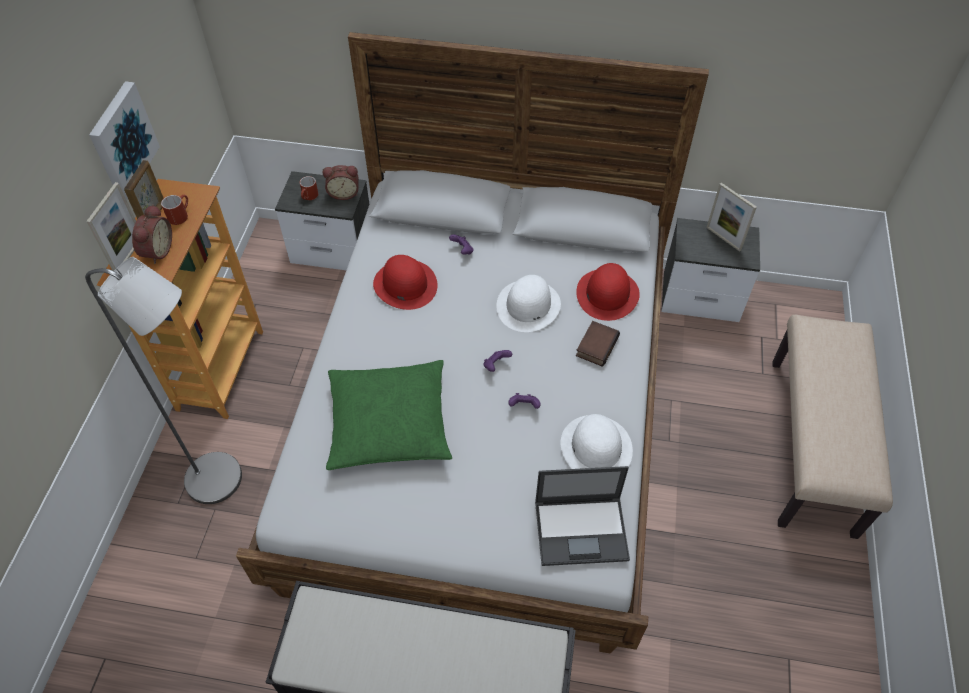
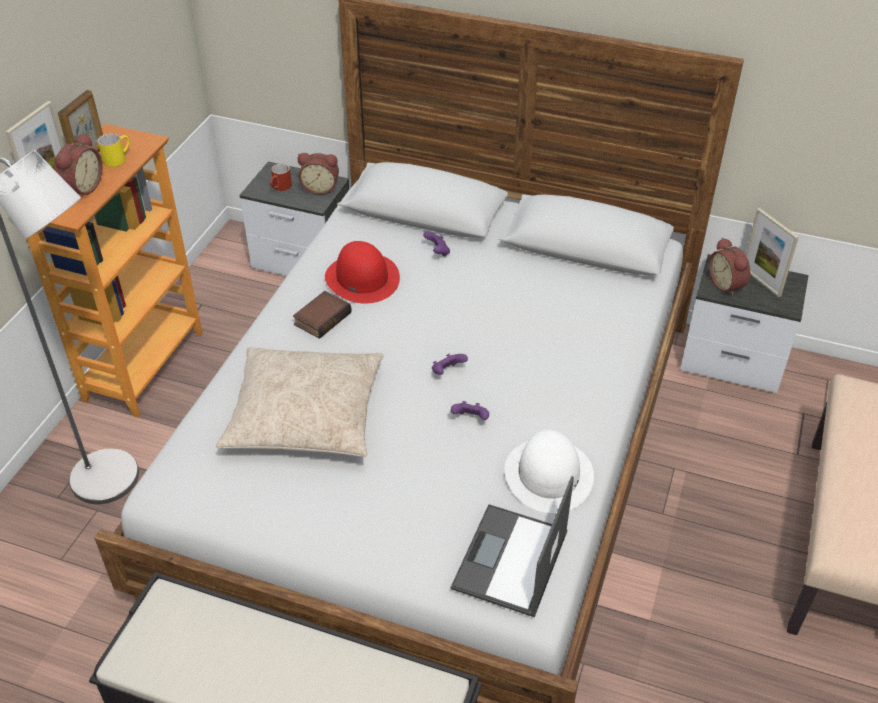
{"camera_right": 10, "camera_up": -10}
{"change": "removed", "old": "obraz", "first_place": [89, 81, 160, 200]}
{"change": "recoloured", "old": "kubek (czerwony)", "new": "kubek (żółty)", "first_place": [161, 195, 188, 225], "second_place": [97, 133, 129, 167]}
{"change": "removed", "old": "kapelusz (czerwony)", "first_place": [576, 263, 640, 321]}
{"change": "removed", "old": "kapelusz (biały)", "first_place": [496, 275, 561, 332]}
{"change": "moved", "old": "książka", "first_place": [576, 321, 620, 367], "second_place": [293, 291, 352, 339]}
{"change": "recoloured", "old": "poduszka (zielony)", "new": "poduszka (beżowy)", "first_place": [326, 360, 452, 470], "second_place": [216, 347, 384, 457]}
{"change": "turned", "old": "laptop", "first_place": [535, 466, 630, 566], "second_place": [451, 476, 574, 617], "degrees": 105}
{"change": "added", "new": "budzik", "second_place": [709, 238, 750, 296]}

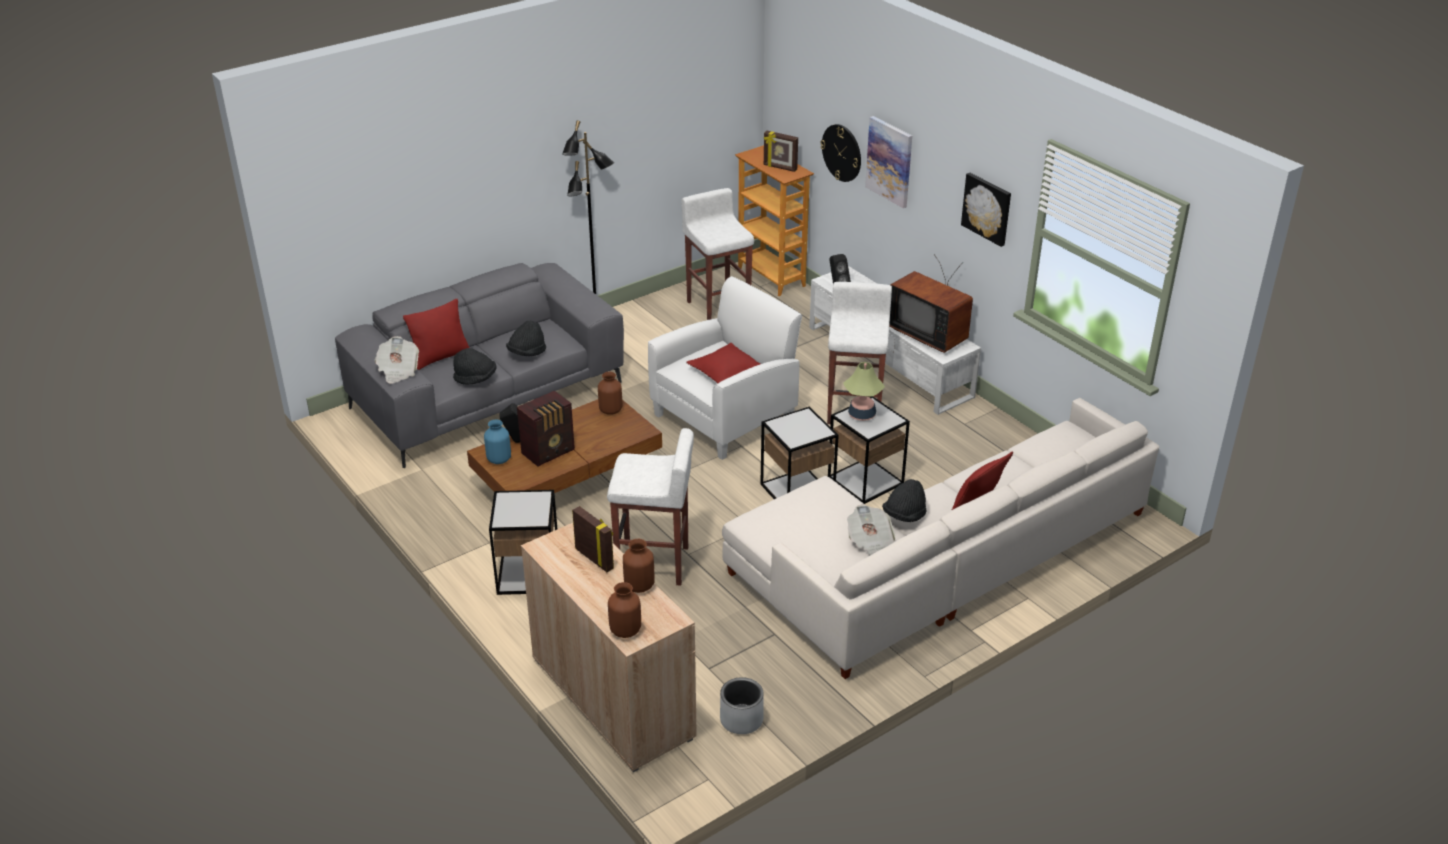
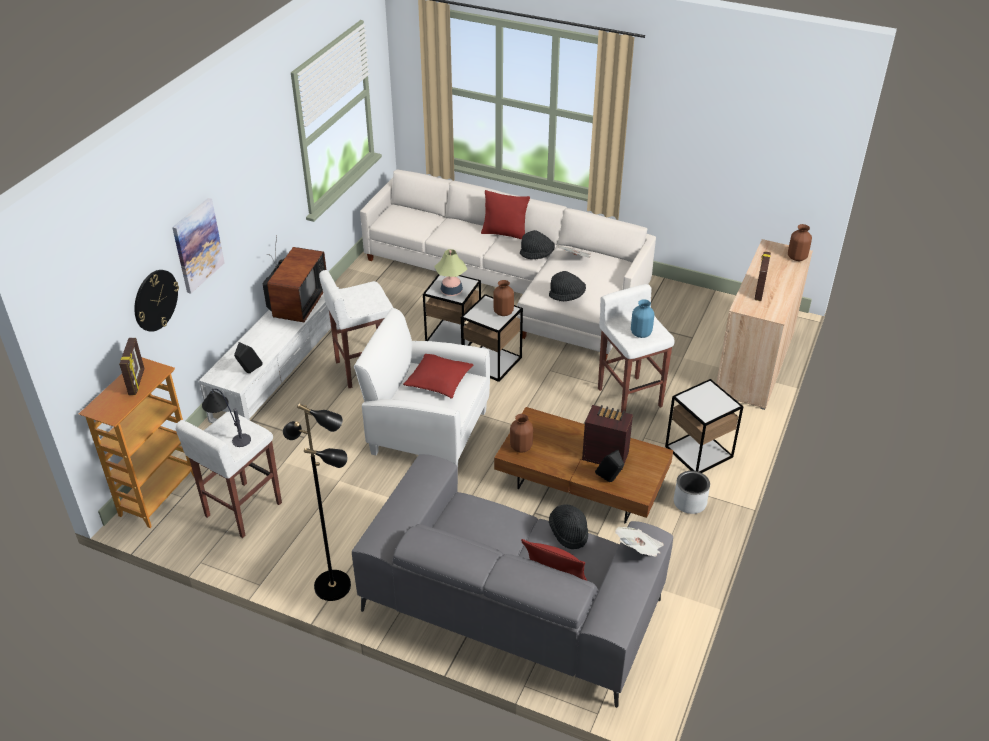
{"camera_right": -120, "camera_up": 5}
{"change": "removed", "old": "obraz", "first_place": [961, 173, 1011, 247]}
{"change": "moved", "old": "kapelusz (czarny)", "first_place": [506, 320, 546, 356], "second_place": [549, 271, 586, 301]}
{"change": "moved", "old": "wazon (niebieski)", "first_place": [484, 419, 511, 464], "second_place": [631, 299, 654, 338]}
{"change": "moved", "old": "wazon (brązowy)", "first_place": [623, 539, 655, 593], "second_place": [493, 280, 514, 316]}
{"change": "moved", "old": "donica (szary)", "first_place": [720, 677, 764, 734], "second_place": [674, 471, 710, 514]}
{"change": "added", "new": "lampa stołowa", "second_place": [202, 389, 251, 447]}

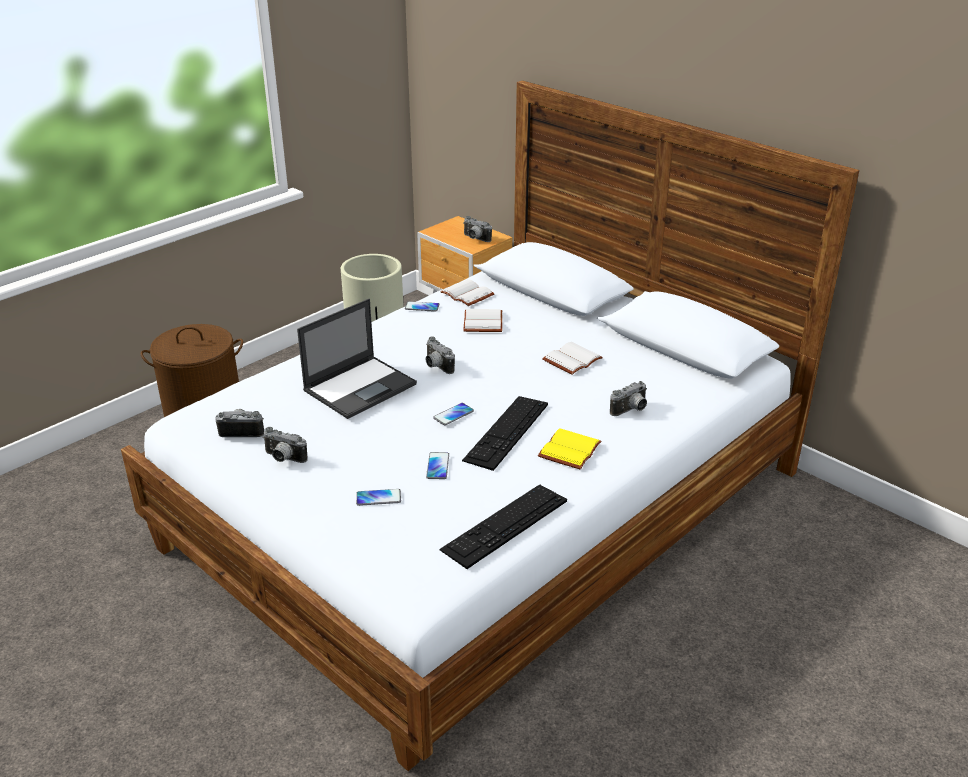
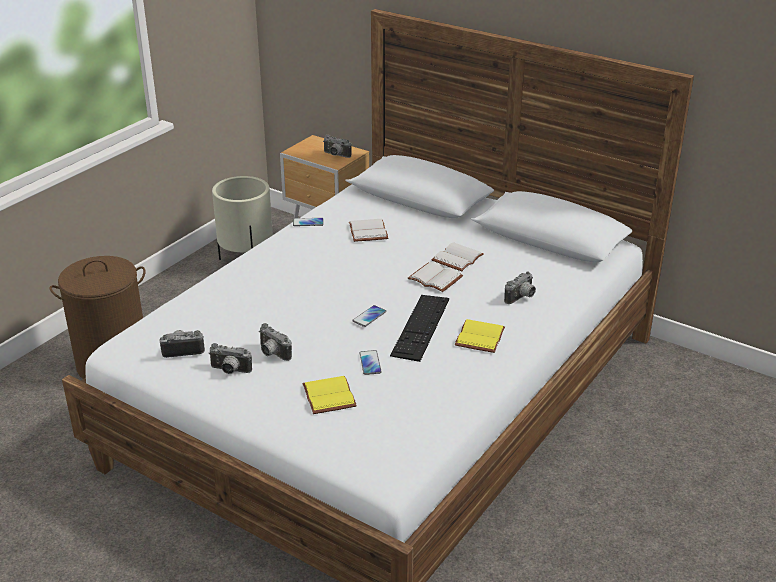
{"camera_right": -10, "camera_up": 0}
{"change": "moved", "old": "książka (biały)", "first_place": [440, 279, 494, 306], "second_place": [408, 262, 463, 292]}
{"change": "removed", "old": "laptop", "first_place": [297, 299, 417, 419]}
{"change": "moved", "old": "aparat fotograficzny", "first_place": [426, 336, 455, 374], "second_place": [259, 323, 292, 361]}
{"change": "removed", "old": "klawiatura", "first_place": [439, 484, 567, 569]}
{"change": "replaced", "old": "telefon", "new": "książka (żółty)", "first_place": [356, 489, 401, 506], "second_place": [302, 376, 357, 414]}

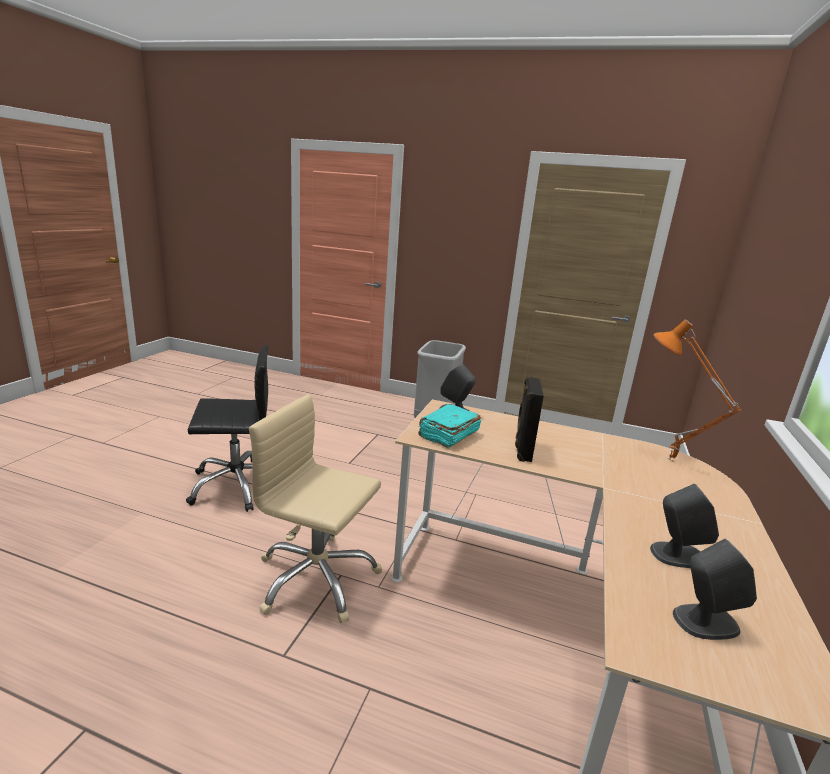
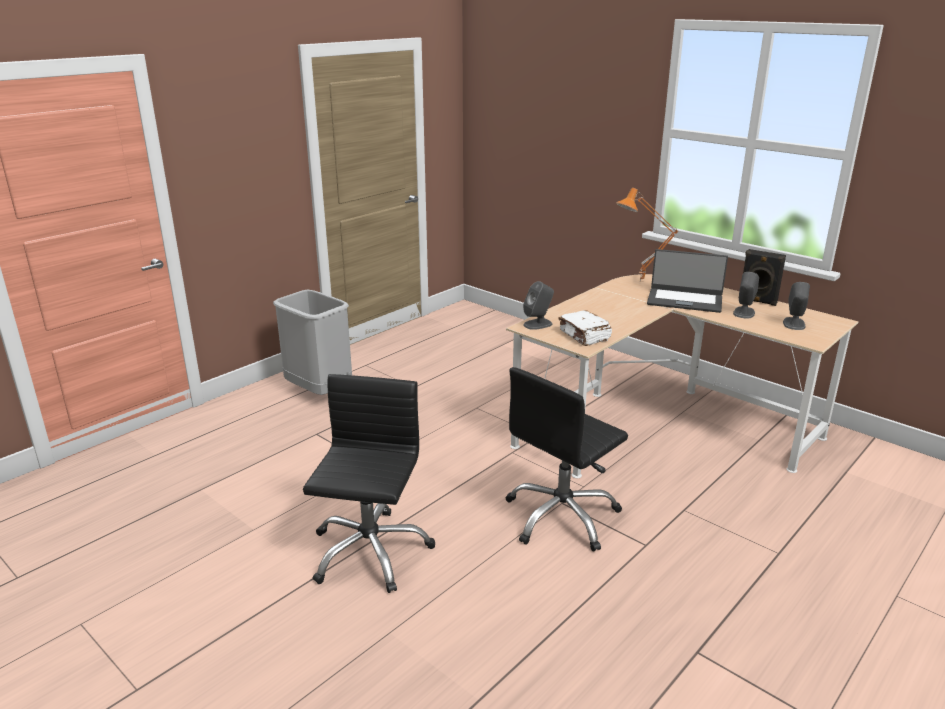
{"camera_right": -65, "camera_up": 5}
{"change": "moved", "old": "głośnik (czarny)", "first_place": [515, 376, 544, 462], "second_place": [738, 249, 786, 306]}
{"change": "recoloured", "old": "krzesło biurowe (beżowy)", "new": "krzesło biurowe (czarny)", "first_place": [249, 394, 382, 623], "second_place": [506, 367, 628, 552]}
{"change": "recoloured", "old": "książka (turkusowy)", "new": "książka (biały)", "first_place": [418, 404, 481, 448], "second_place": [559, 310, 612, 346]}
{"change": "added", "new": "laptop", "second_place": [647, 249, 728, 313]}

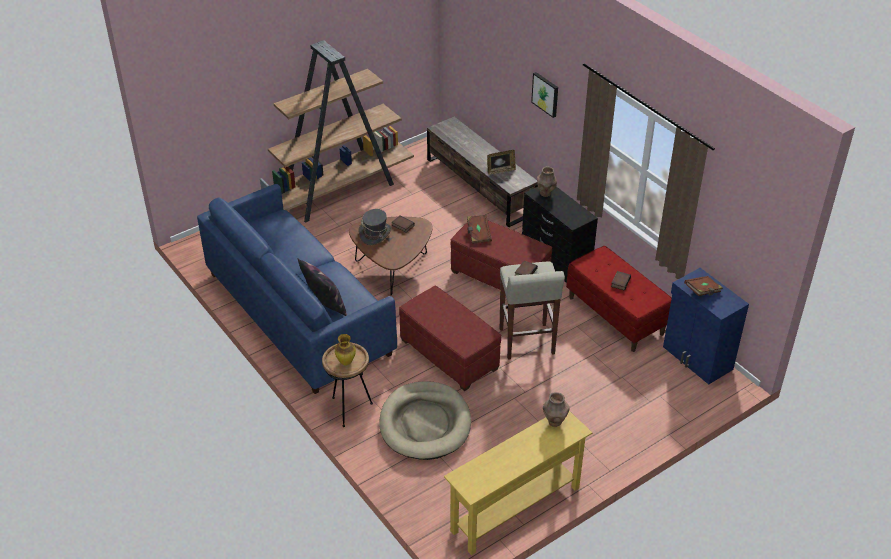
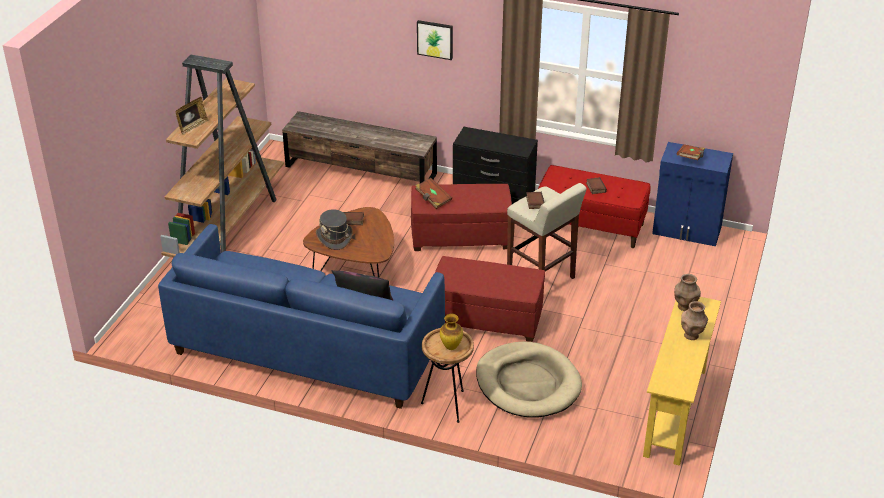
{"camera_right": -35, "camera_up": -5}
{"change": "moved", "old": "ramka na zdjęcie", "first_place": [487, 150, 516, 174], "second_place": [175, 97, 209, 135]}
{"change": "moved", "old": "wazon (brązowy)", "first_place": [537, 167, 557, 197], "second_place": [681, 301, 708, 340]}

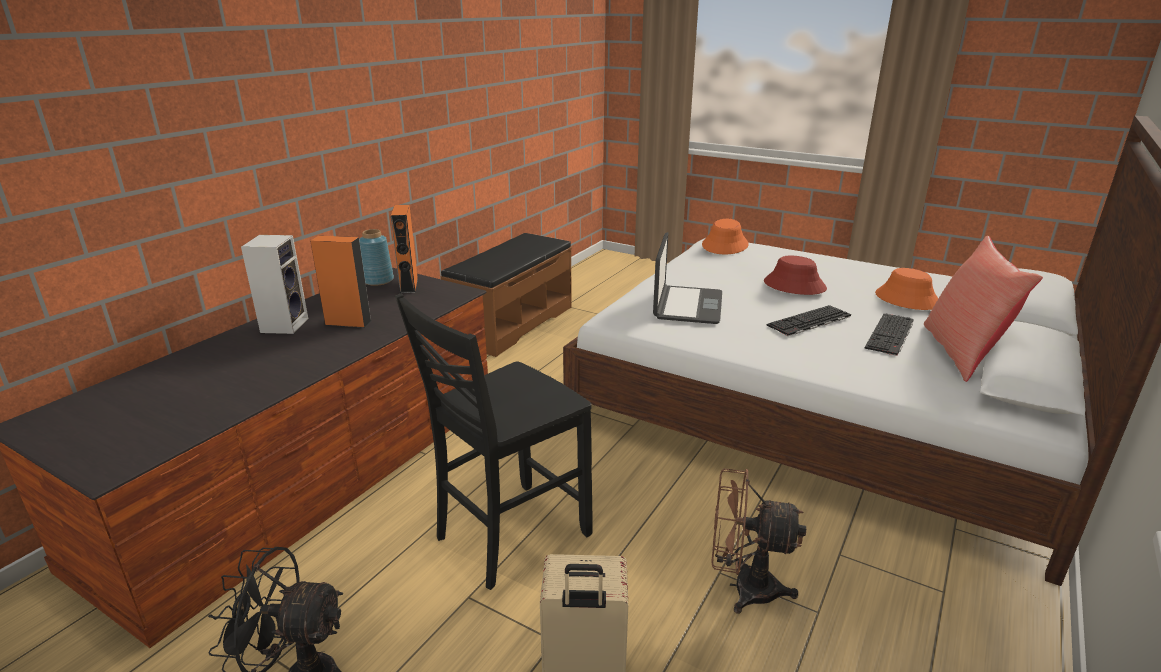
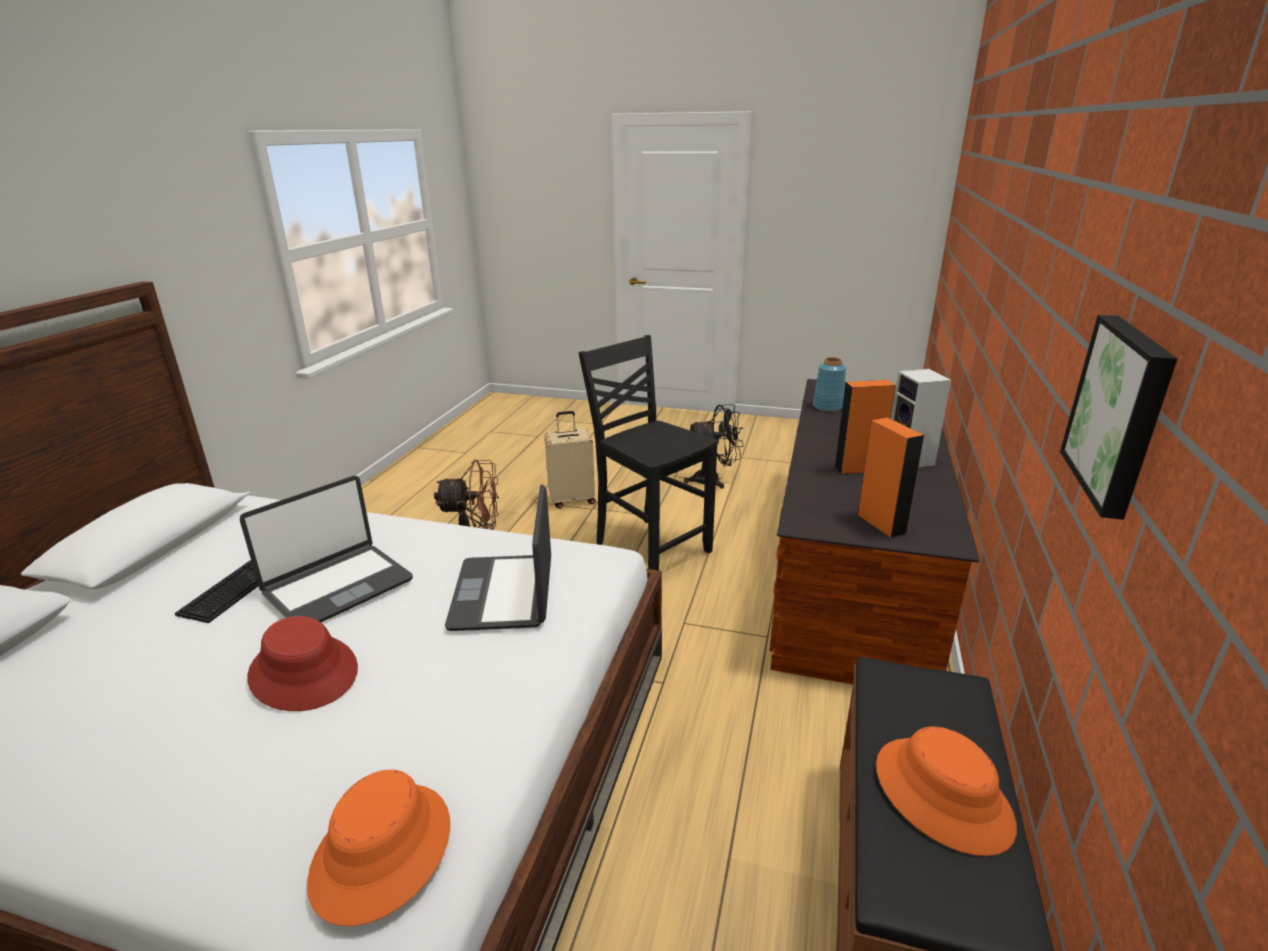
{"camera_right": 165, "camera_up": 0}
{"change": "moved", "old": "wazon (niebieski)", "first_place": [359, 229, 394, 286], "second_place": [813, 357, 846, 412]}
{"change": "removed", "old": "poduszka (czerwony)", "first_place": [924, 236, 1043, 382]}
{"change": "moved", "old": "kapelusz (pomarańczowy)", "first_place": [875, 268, 938, 310], "second_place": [876, 727, 1017, 856]}
{"change": "turned", "old": "krzesło (czarny)", "first_place": [395, 294, 593, 590], "second_place": [579, 335, 718, 570], "degrees": -75}
{"change": "replaced", "old": "klawiatura", "new": "laptop", "first_place": [767, 305, 851, 336], "second_place": [240, 476, 413, 622]}
{"change": "added", "new": "obraz", "second_place": [1060, 315, 1178, 520]}

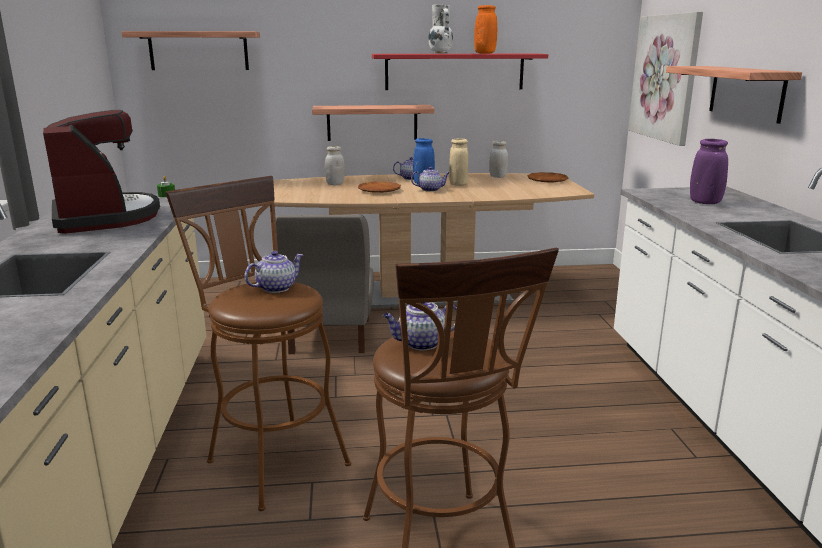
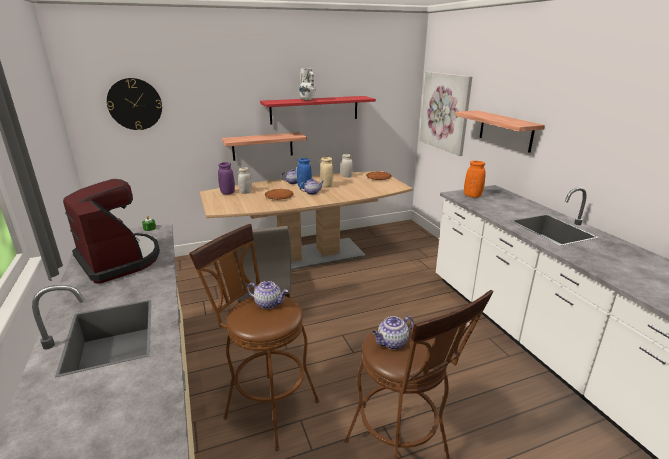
{"camera_right": -15, "camera_up": 5}
{"change": "moved", "old": "wazon (pomarańczowy)", "first_place": [474, 5, 497, 54], "second_place": [464, 161, 485, 198]}
{"change": "replaced", "old": "półka", "new": "zegar ścienny", "first_place": [121, 31, 260, 70], "second_place": [107, 78, 162, 130]}
{"change": "moved", "old": "wazon (fioletowy)", "first_place": [690, 139, 728, 204], "second_place": [218, 162, 235, 194]}
{"change": "turned", "old": "imbryk", "first_place": [244, 251, 304, 293], "second_place": [247, 281, 288, 309], "degrees": 75}

